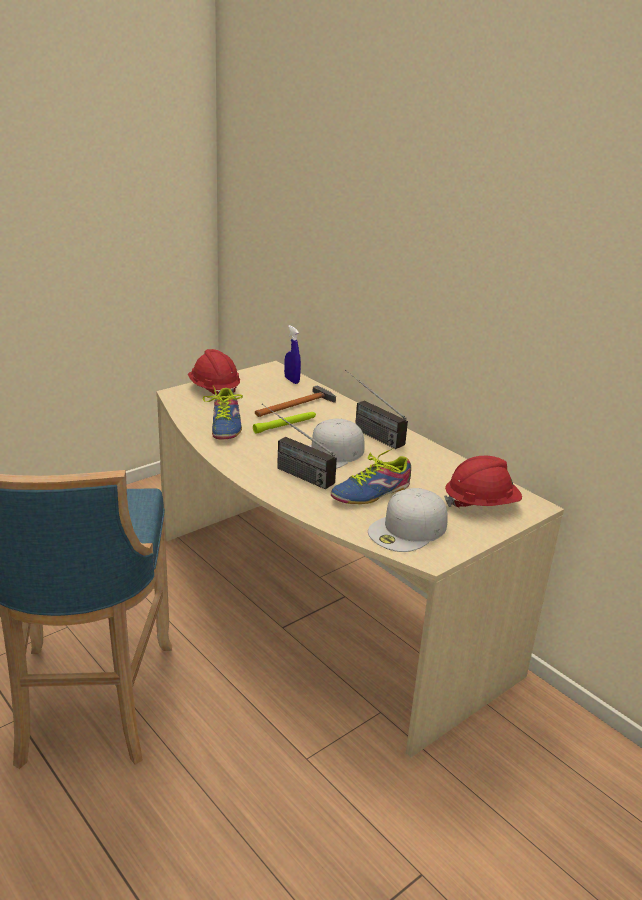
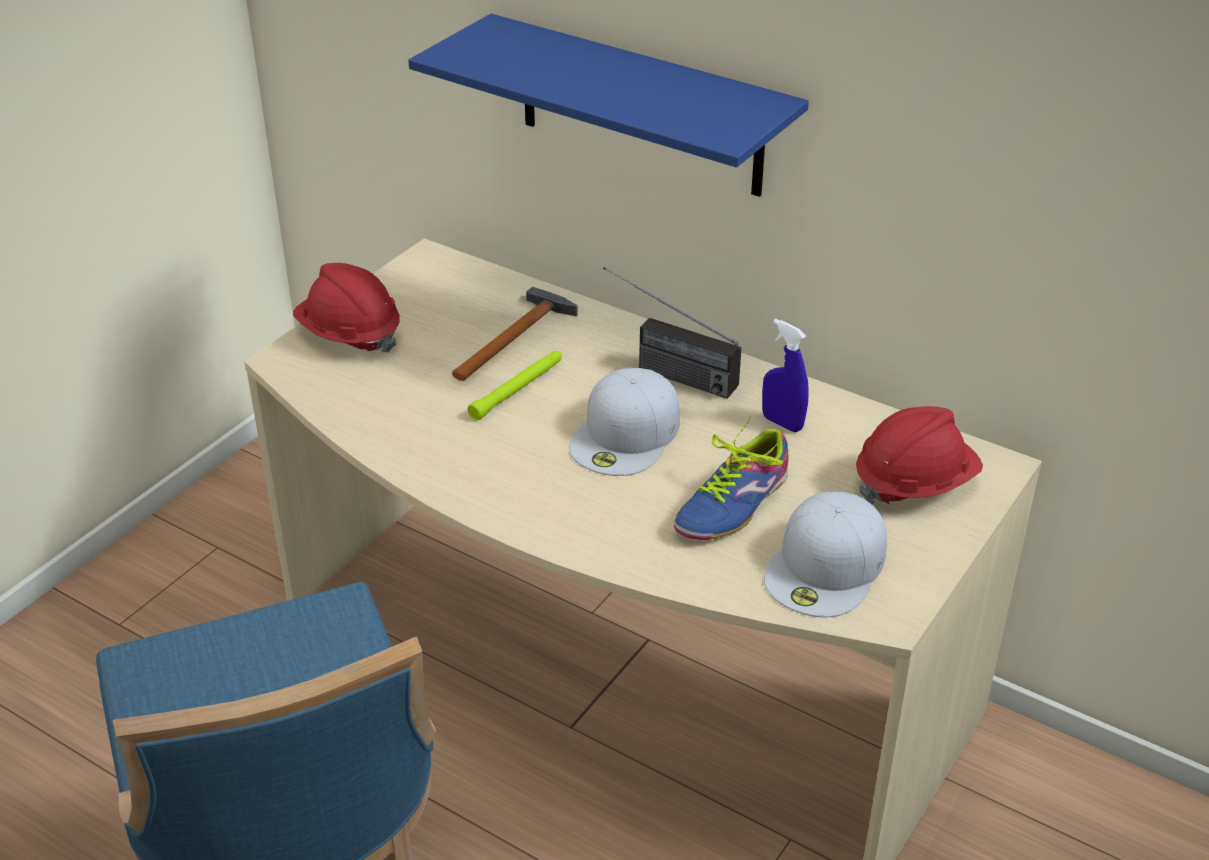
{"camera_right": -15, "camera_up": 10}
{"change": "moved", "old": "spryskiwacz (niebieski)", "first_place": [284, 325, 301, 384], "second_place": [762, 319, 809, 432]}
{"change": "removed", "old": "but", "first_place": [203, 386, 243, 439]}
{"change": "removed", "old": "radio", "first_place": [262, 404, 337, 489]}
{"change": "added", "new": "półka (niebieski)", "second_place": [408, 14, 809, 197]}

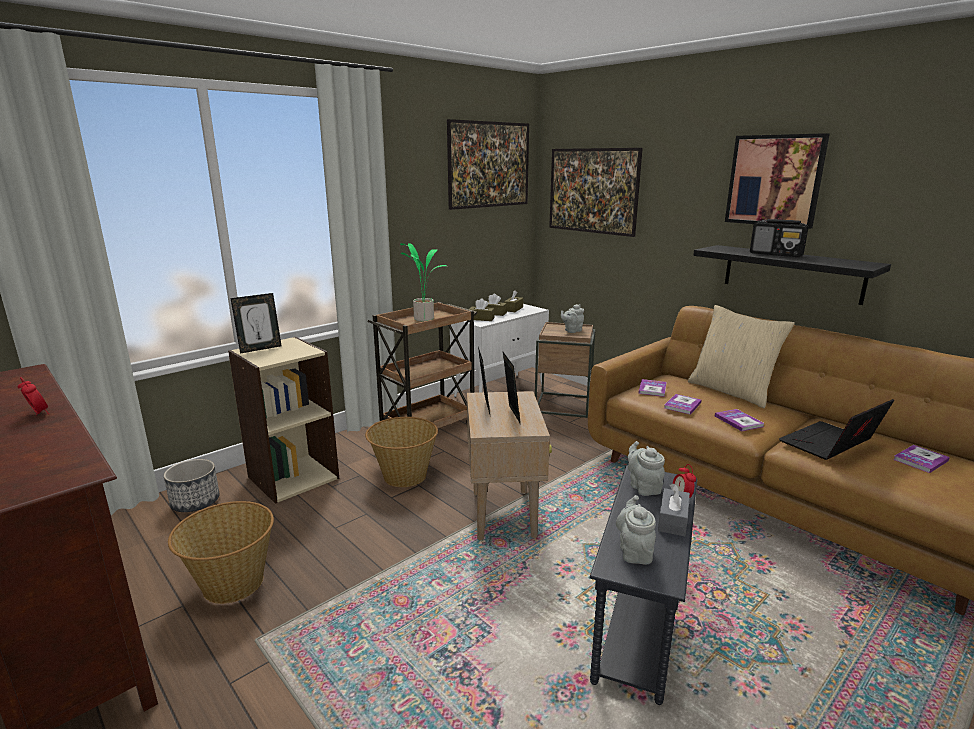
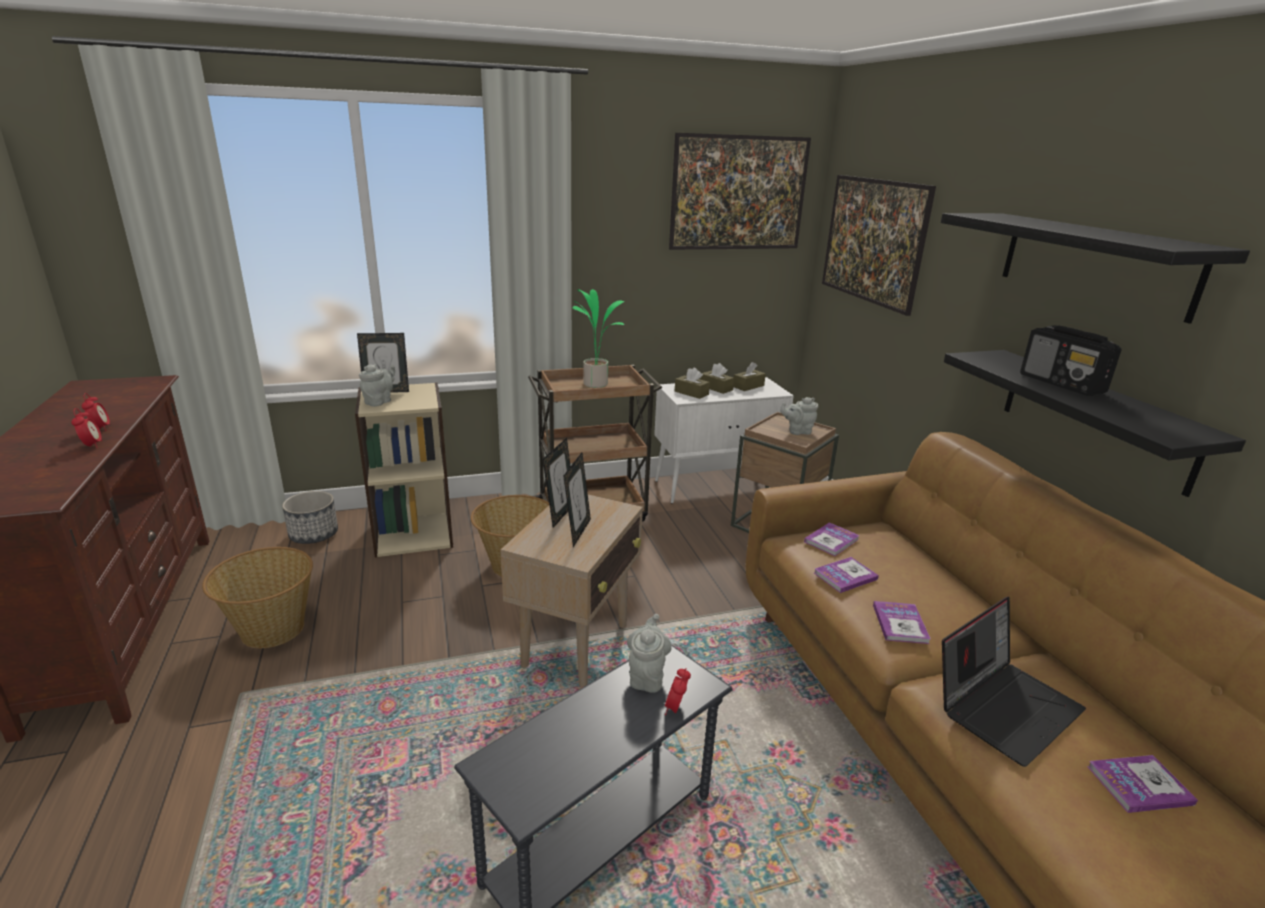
{"camera_right": 25, "camera_up": 5}
{"change": "replaced", "old": "obraz", "new": "półka (czarny)", "first_place": [725, 133, 829, 229], "second_place": [941, 213, 1250, 324]}
{"change": "removed", "old": "poduszka (beżowy)", "first_place": [688, 305, 795, 408]}
{"change": "turned", "old": "laptop", "first_place": [779, 399, 894, 460], "second_place": [942, 596, 1086, 767], "degrees": 150}
{"change": "removed", "old": "pudełko chusteczek (szary)", "first_place": [658, 484, 690, 537]}
{"change": "moved", "old": "imbryk (szary)", "first_place": [616, 495, 656, 564], "second_place": [359, 364, 395, 407]}
{"change": "added", "new": "budzik", "second_place": [71, 408, 102, 448]}

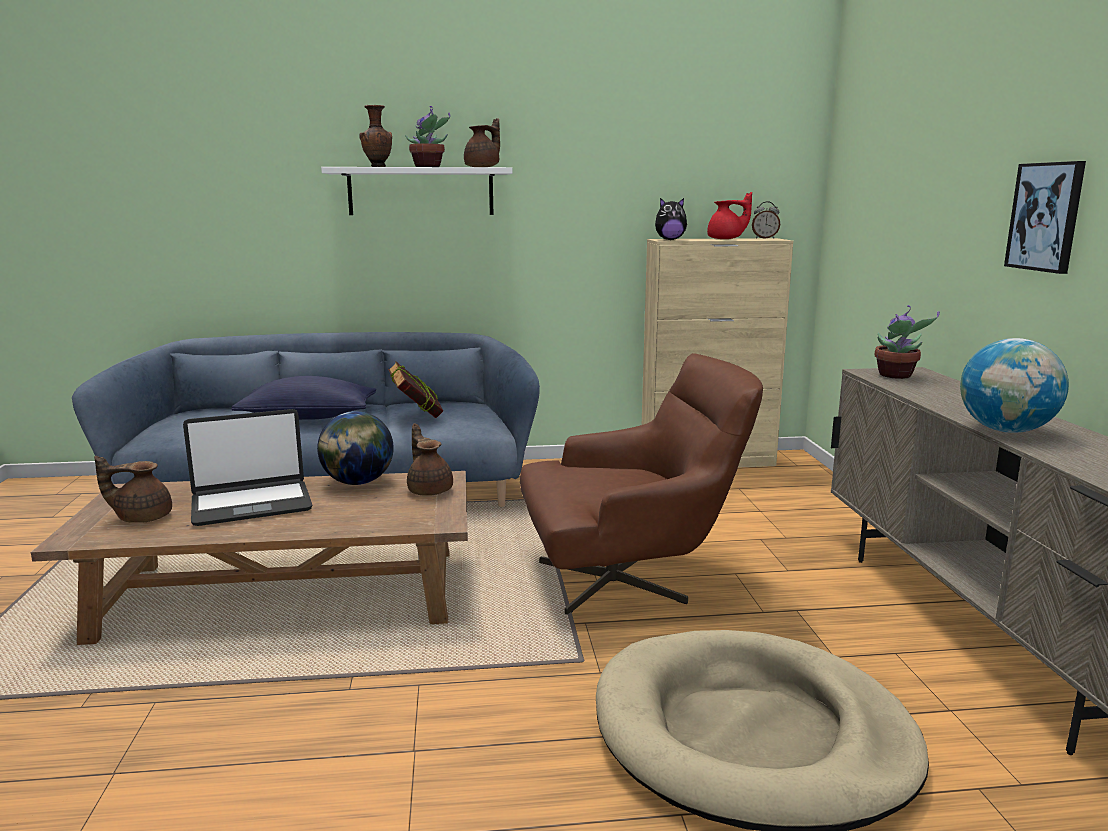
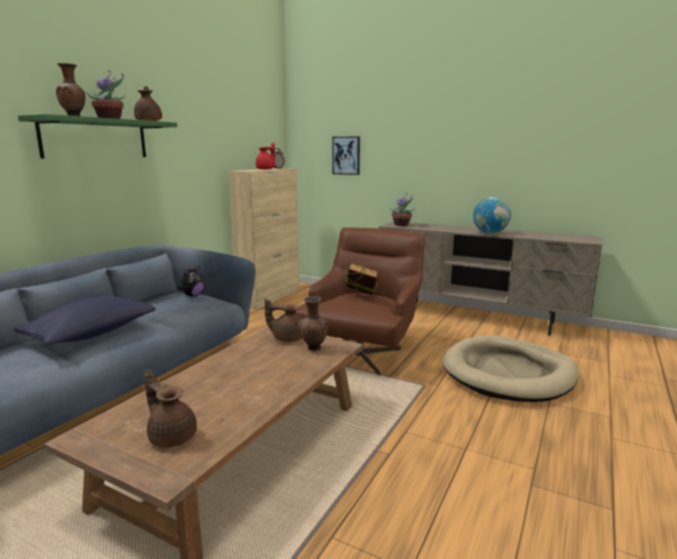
{"camera_right": -55, "camera_up": 0}
{"change": "moved", "old": "obraz", "first_place": [1004, 161, 1086, 274], "second_place": [332, 136, 360, 175]}
{"change": "recoloured", "old": "półka (biały)", "new": "półka (zielony)", "first_place": [321, 167, 513, 215], "second_place": [18, 114, 177, 159]}
{"change": "moved", "old": "pluszak", "first_place": [655, 198, 687, 240], "second_place": [177, 265, 204, 297]}
{"change": "moved", "old": "książka", "first_place": [388, 362, 444, 418], "second_place": [346, 263, 379, 295]}
{"change": "removed", "old": "laptop", "first_place": [183, 409, 312, 526]}
{"change": "removed", "old": "globus", "first_place": [317, 411, 394, 485]}
{"change": "turned", "old": "imbryk (brązowy)", "first_place": [94, 456, 172, 523], "second_place": [145, 370, 197, 448], "degrees": 105}
{"change": "added", "new": "wazon (brązowy)", "second_place": [299, 296, 328, 351]}

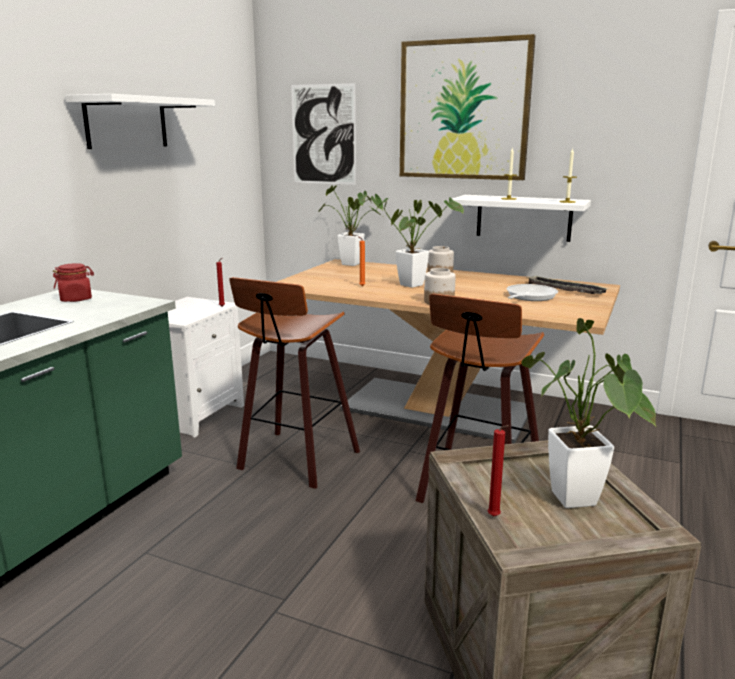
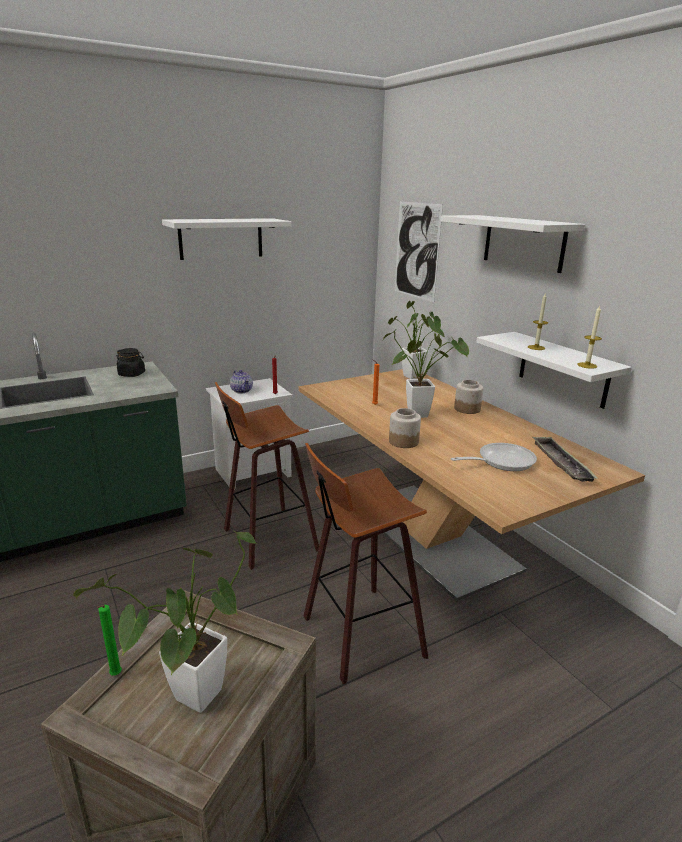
{"camera_right": 35, "camera_up": 5}
{"change": "replaced", "old": "obraz", "new": "półka (biały)", "first_place": [400, 34, 536, 180], "second_place": [441, 215, 585, 273]}
{"change": "recoloured", "old": "słoik (czerwony)", "new": "słoik (czarny)", "first_place": [53, 263, 94, 302], "second_place": [116, 348, 145, 377]}
{"change": "recoloured", "old": "świeca (czerwony)", "new": "świeca (zielony)", "first_place": [488, 425, 508, 517], "second_place": [97, 605, 122, 676]}
{"change": "added", "new": "imbryk", "second_place": [230, 370, 253, 394]}

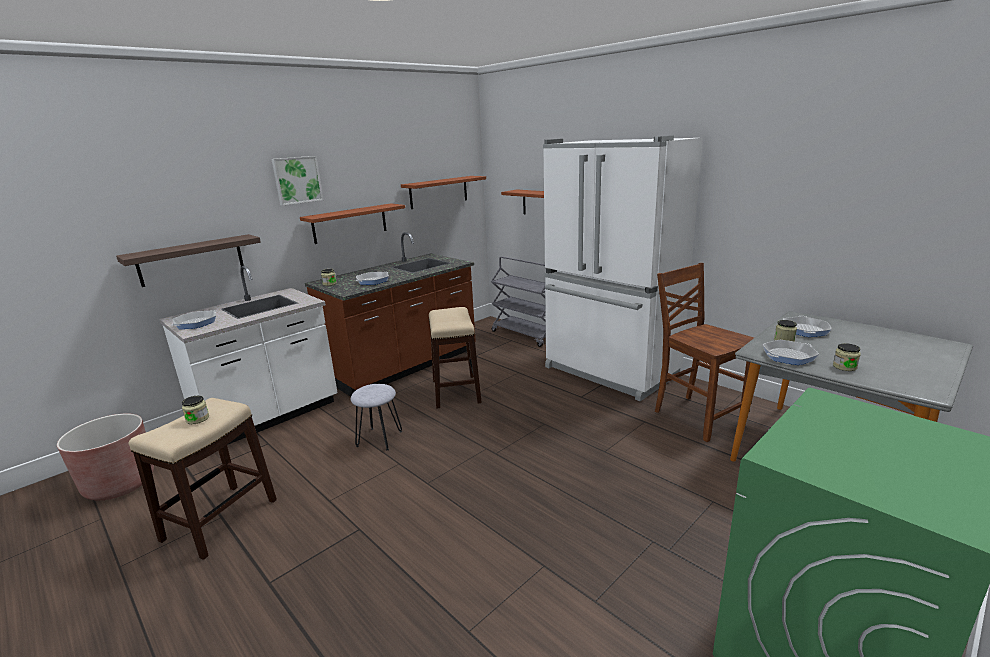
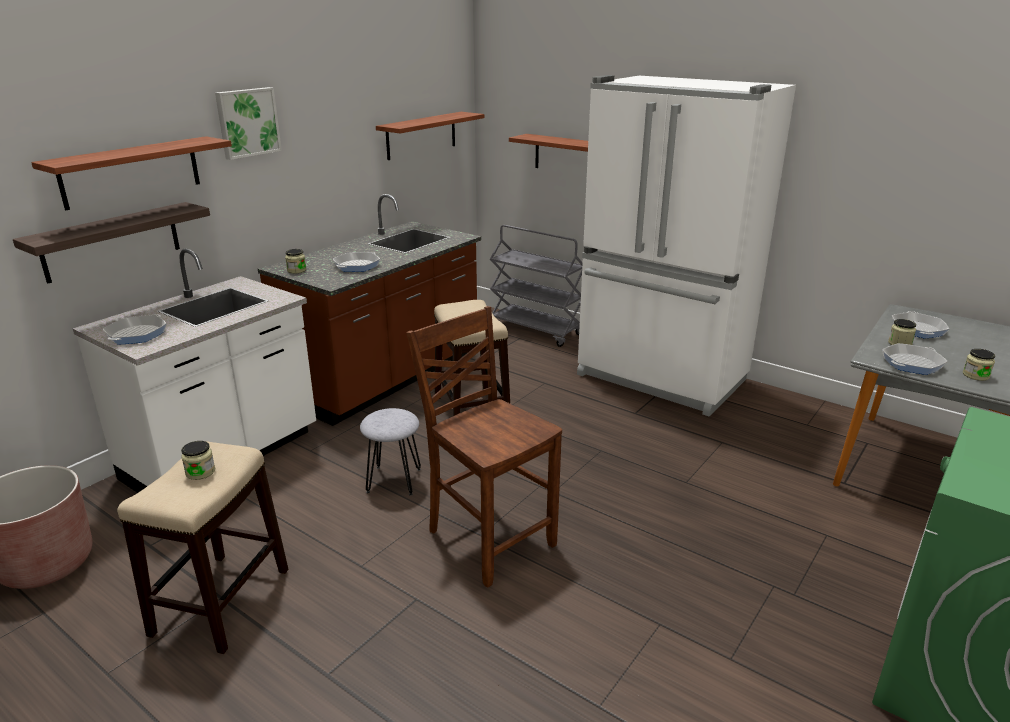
{"camera_right": -10, "camera_up": 5}
{"change": "moved", "old": "półka", "first_place": [300, 203, 405, 244], "second_place": [31, 136, 232, 210]}
{"change": "moved", "old": "krzesło (brązowy)", "first_place": [655, 263, 754, 442], "second_place": [407, 306, 562, 588]}

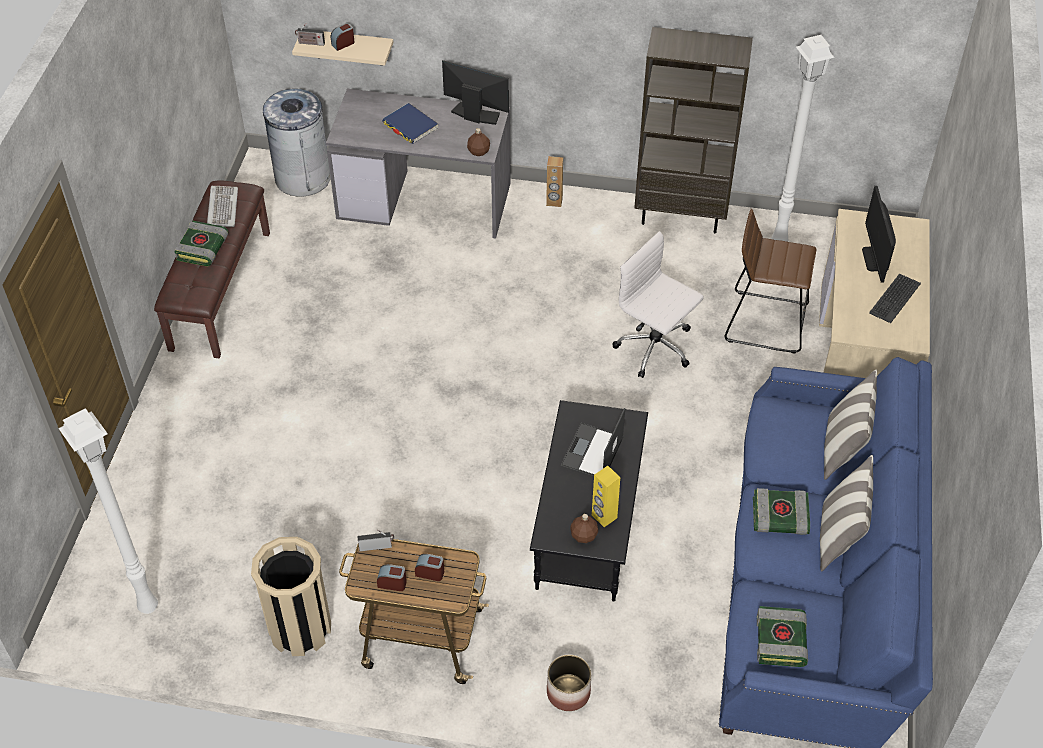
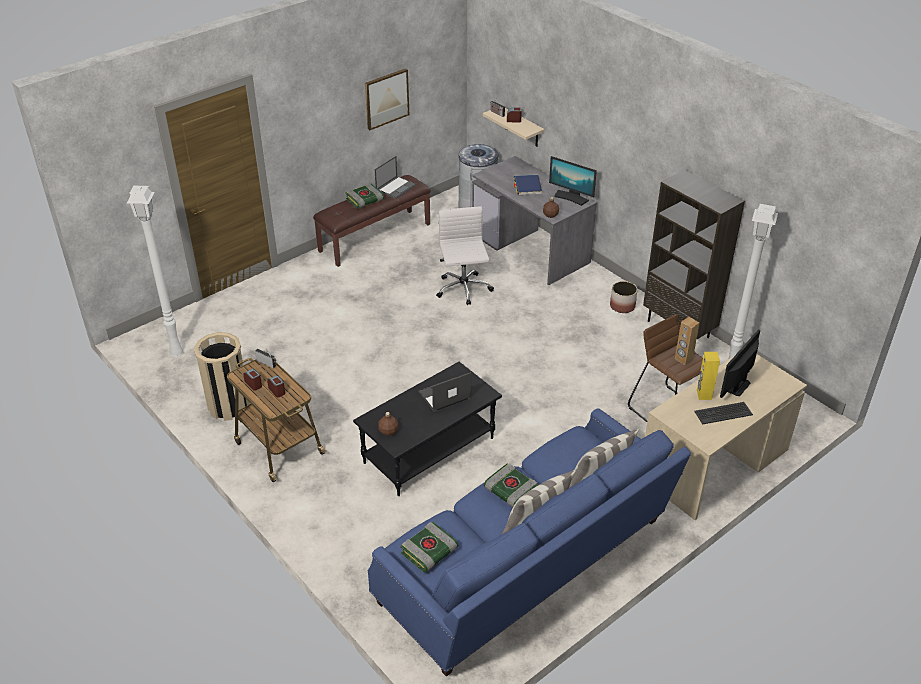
{"camera_right": 40, "camera_up": -10}
{"change": "turned", "old": "monitor", "first_place": [442, 60, 509, 125], "second_place": [549, 156, 597, 206], "degrees": 150}
{"change": "moved", "old": "głośnik (brązowy)", "first_place": [546, 156, 563, 207], "second_place": [675, 317, 699, 365]}
{"change": "replaced", "old": "klawiatura", "new": "laptop", "first_place": [207, 186, 238, 227], "second_place": [374, 156, 417, 199]}
{"change": "moved", "old": "krzesło biurowe (biały)", "first_place": [613, 231, 703, 378], "second_place": [436, 206, 494, 305]}
{"change": "moved", "old": "głośnik (żółty)", "first_place": [592, 466, 620, 527], "second_place": [697, 352, 720, 400]}
{"change": "moved", "old": "donica", "first_place": [547, 655, 591, 711], "second_place": [610, 281, 637, 313]}
{"change": "added", "new": "obraz", "second_place": [365, 68, 409, 130]}

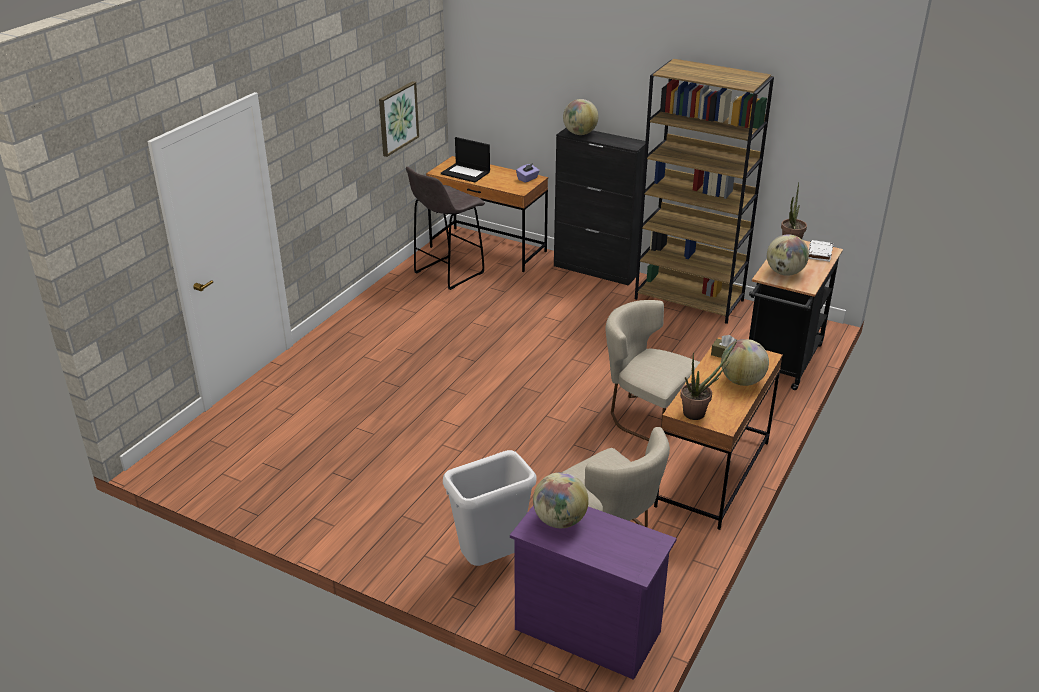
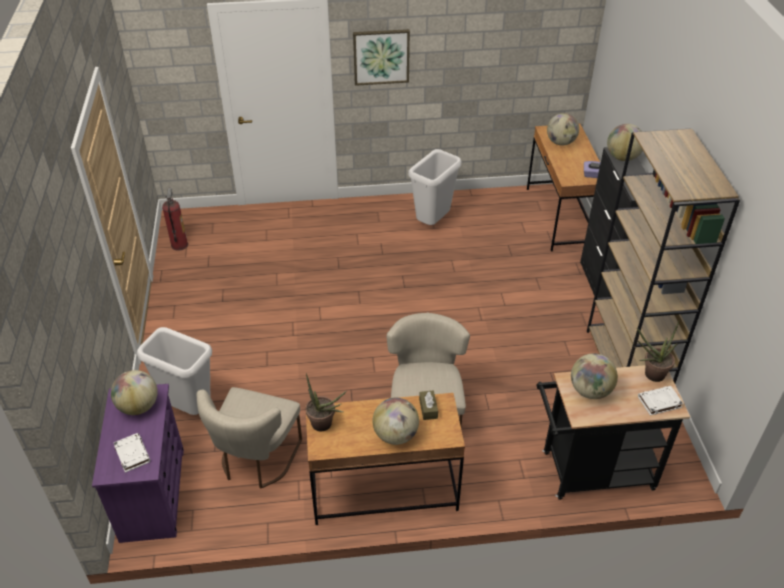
{"camera_right": 55, "camera_up": 10}
{"change": "moved", "old": "obraz", "first_place": [379, 81, 419, 157], "second_place": [353, 29, 410, 86]}
{"change": "replaced", "old": "laptop", "new": "globus", "first_place": [441, 137, 490, 183], "second_place": [547, 113, 579, 146]}
{"change": "removed", "old": "stołek (szary)", "first_place": [406, 167, 485, 290]}
{"change": "added", "new": "kosz na śmieci (biały)", "second_place": [408, 149, 461, 225]}
{"change": "added", "new": "gaśnica", "second_place": [162, 188, 188, 251]}
{"change": "added", "new": "książka (biały)", "second_place": [114, 433, 150, 473]}

